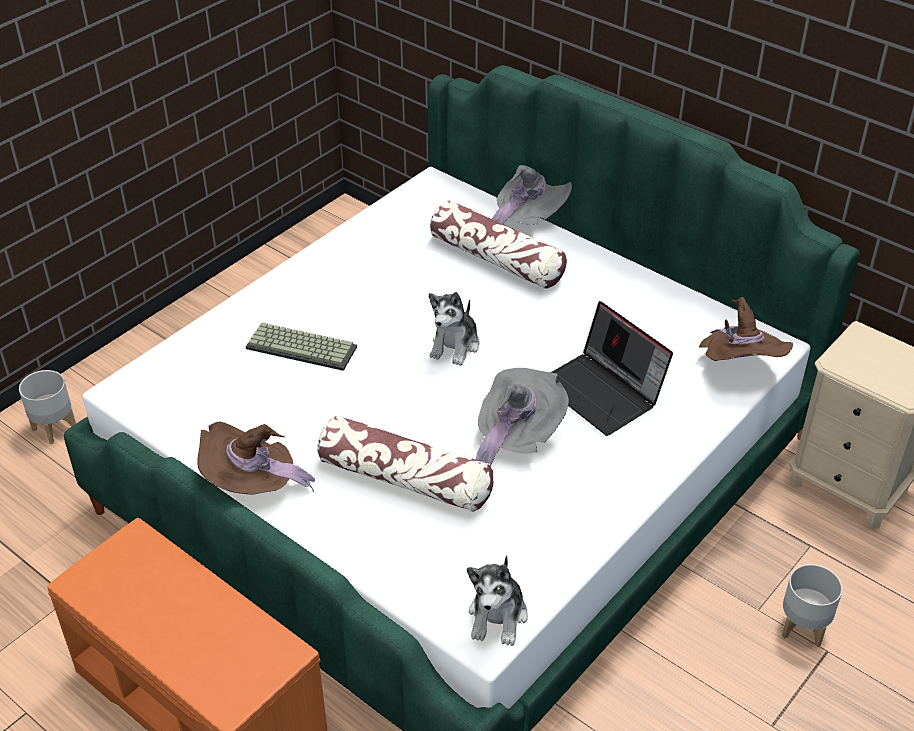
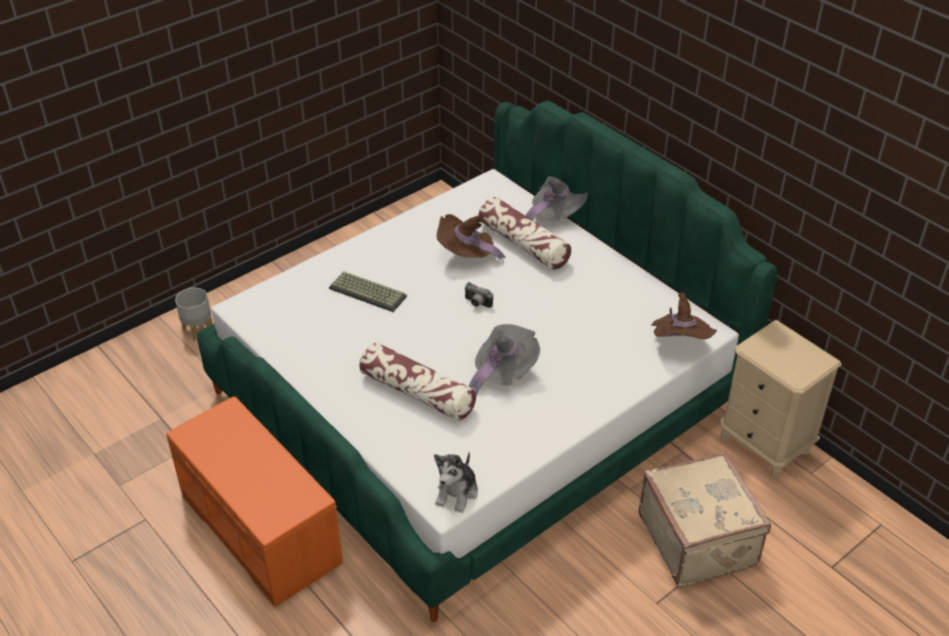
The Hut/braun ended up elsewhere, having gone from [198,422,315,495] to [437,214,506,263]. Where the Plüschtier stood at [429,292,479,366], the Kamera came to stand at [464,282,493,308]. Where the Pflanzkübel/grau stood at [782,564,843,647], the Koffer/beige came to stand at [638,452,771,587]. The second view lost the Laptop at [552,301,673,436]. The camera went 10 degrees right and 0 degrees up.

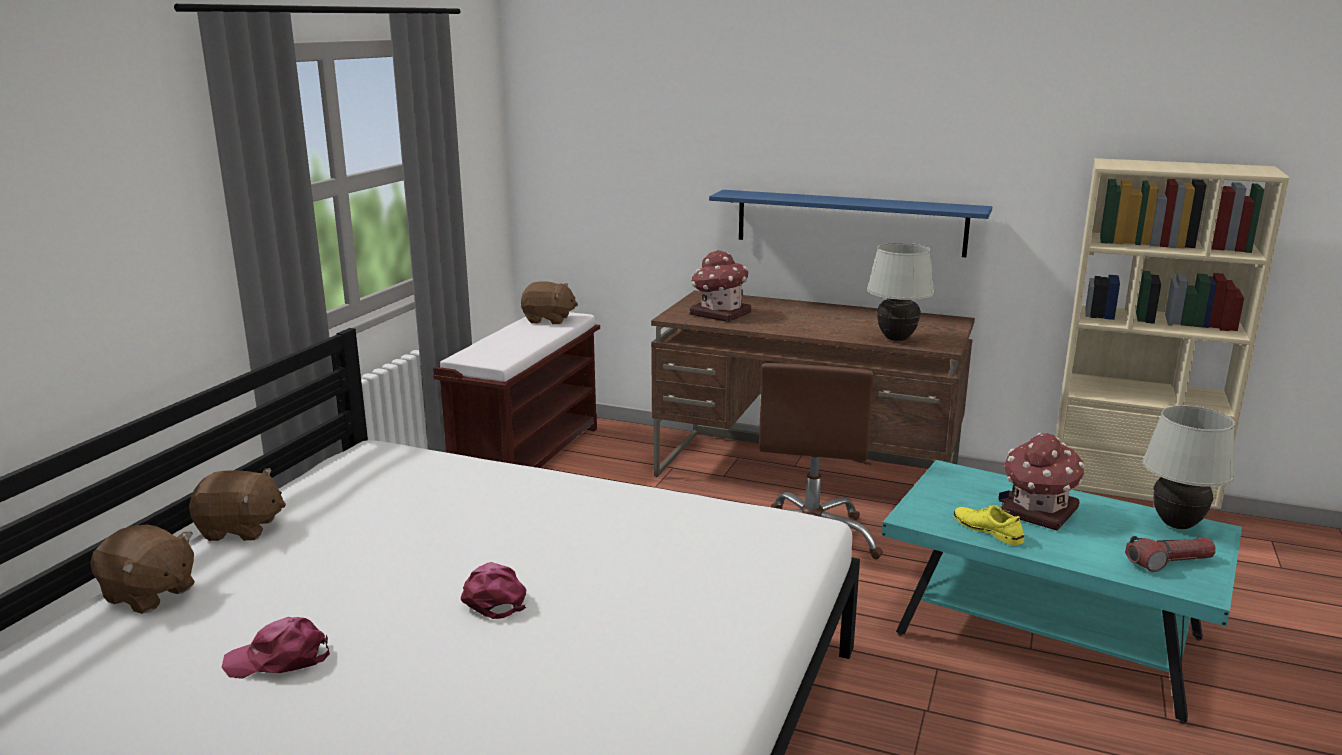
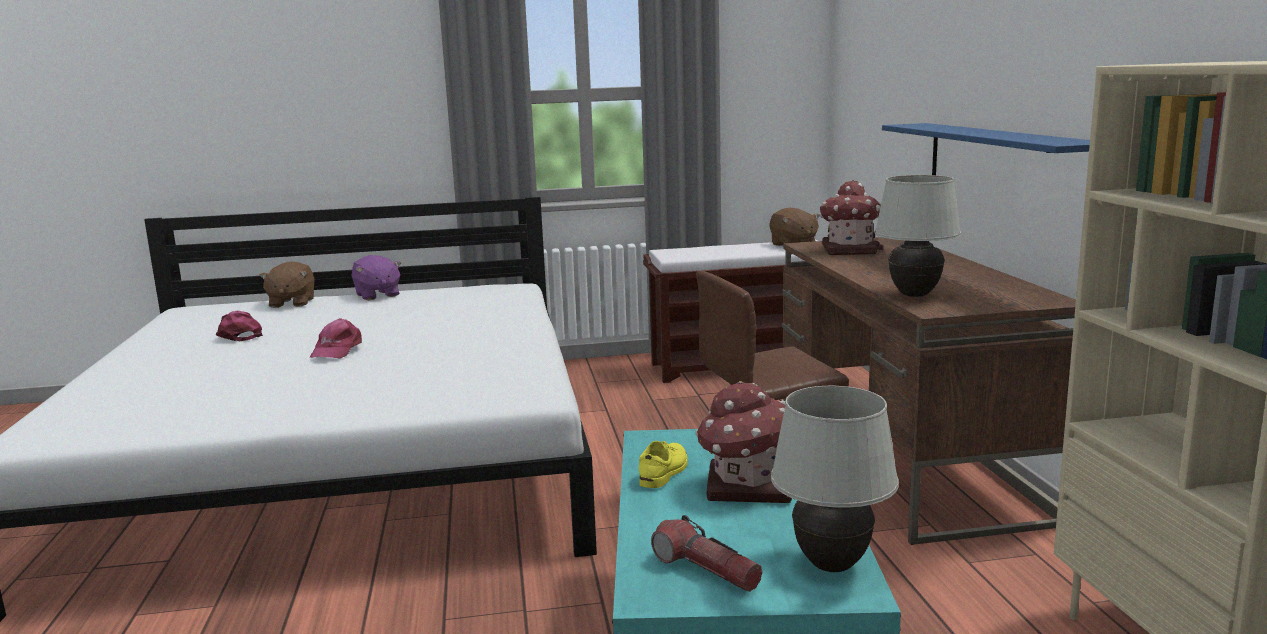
The Kappe/rosa at [461,562,526,619] ended up facing another way, 150 degrees clockwise from before. What was the Plüschtier/braun at [189,468,286,541] turned into the Plüschtier/lila at [352,255,402,300]. The camera went 60 degrees right and 5 degrees down.

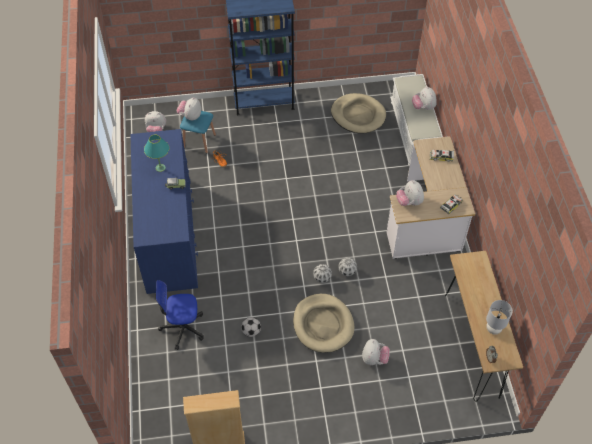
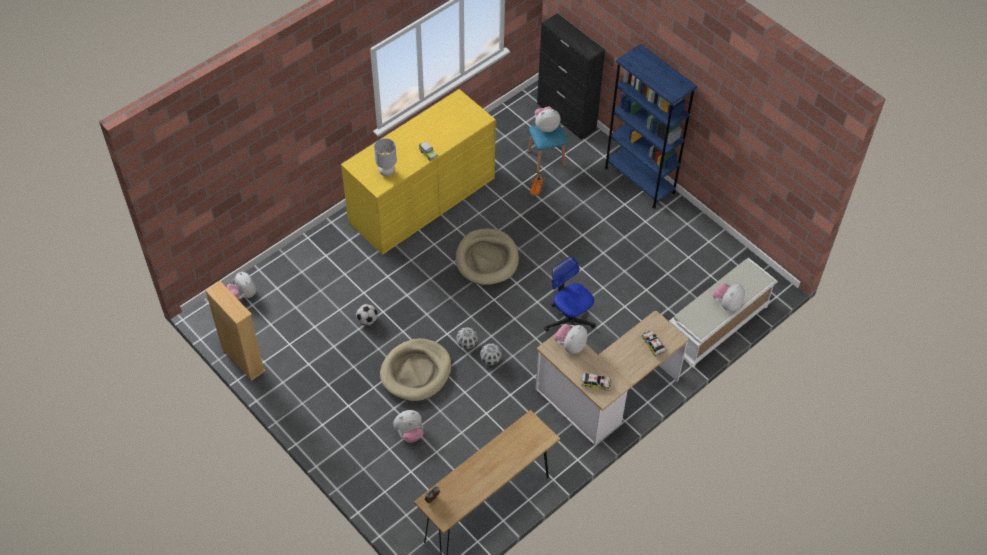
The Plüschtier ended up elsewhere, having gone from [145,111,166,132] to [226,272,256,299]. What was the Kommode/blau at [130,129,198,294] turned into the Kommode/gelb at [341,89,496,255]. The Tischlampe/grau ended up elsewhere, having gone from [486,300,513,335] to [374,138,397,177]. The Hundebett/beige ended up elsewhere, having gone from [331,93,386,133] to [456,228,519,286]. The second view gained the Schrank/schwarz at [537,13,605,140]. The Bürostuhl ended up elsewhere, having gone from [156,280,204,350] to [544,256,596,332]. The second view lost the Tischlampe/türkis at [144,135,170,172]. The camera went 55 degrees right and 0 degrees up.

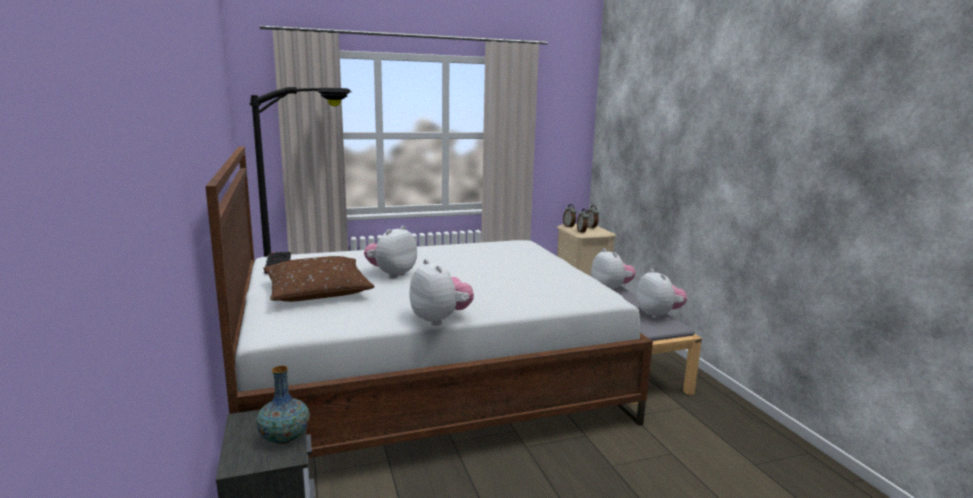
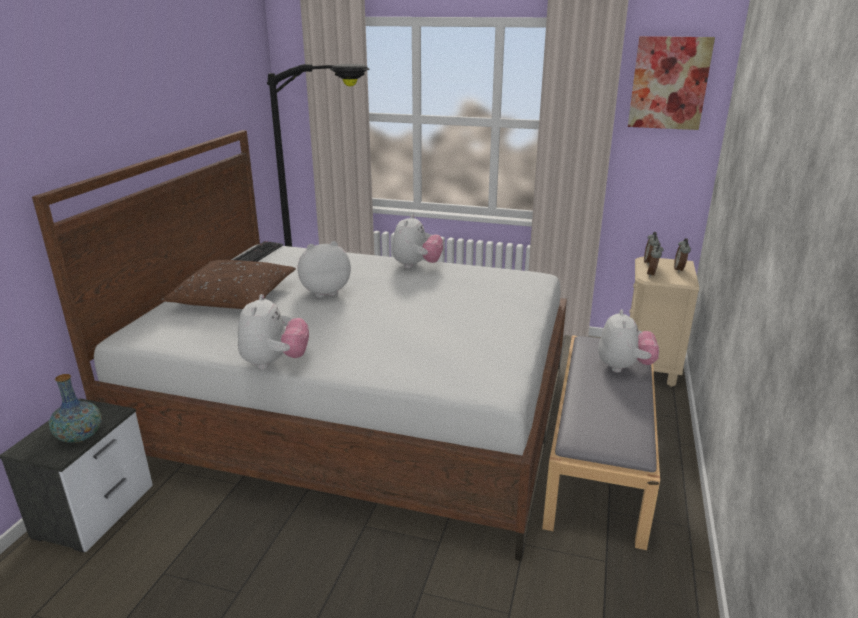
The Plüschtier ended up elsewhere, having gone from [636,269,687,319] to [392,214,443,269]. The second view gained the Bild at [628,36,715,130]. The camera went 35 degrees right and 10 degrees up.

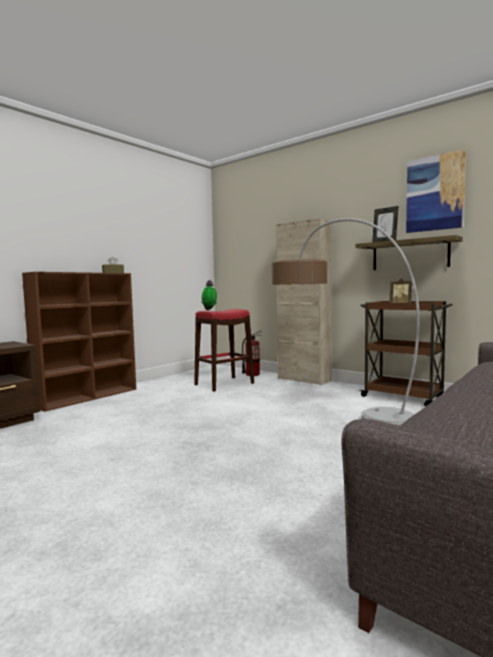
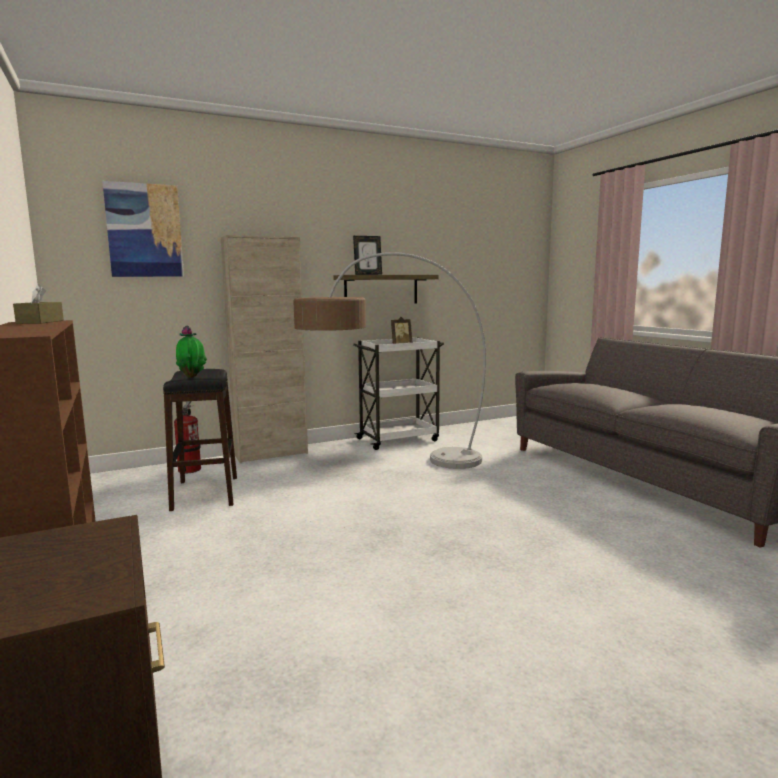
The Bild ended up elsewhere, having gone from [406,149,466,233] to [102,181,184,277]. What was the Hocker/rot at [194,309,254,392] turned into the Hocker/schwarz at [163,369,237,511]. What was the Rollwagen/braun at [359,301,453,406] turned into the Rollwagen/weiß at [353,337,444,450]. The camera went 65 degrees left and 5 degrees up.

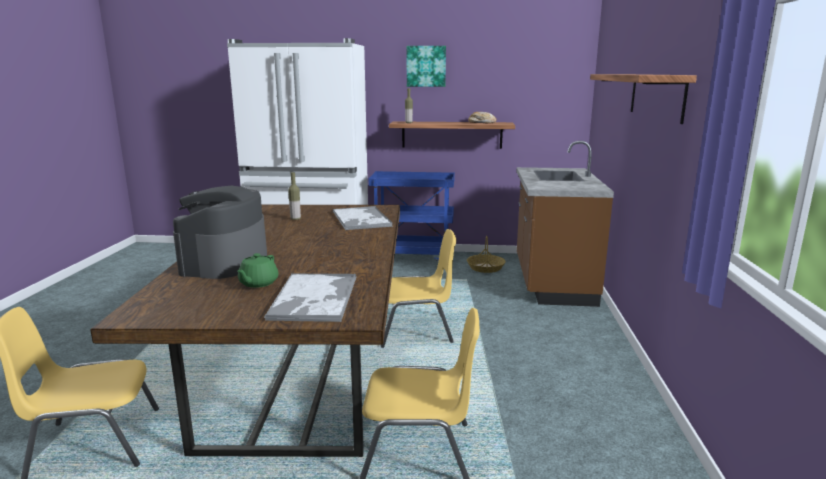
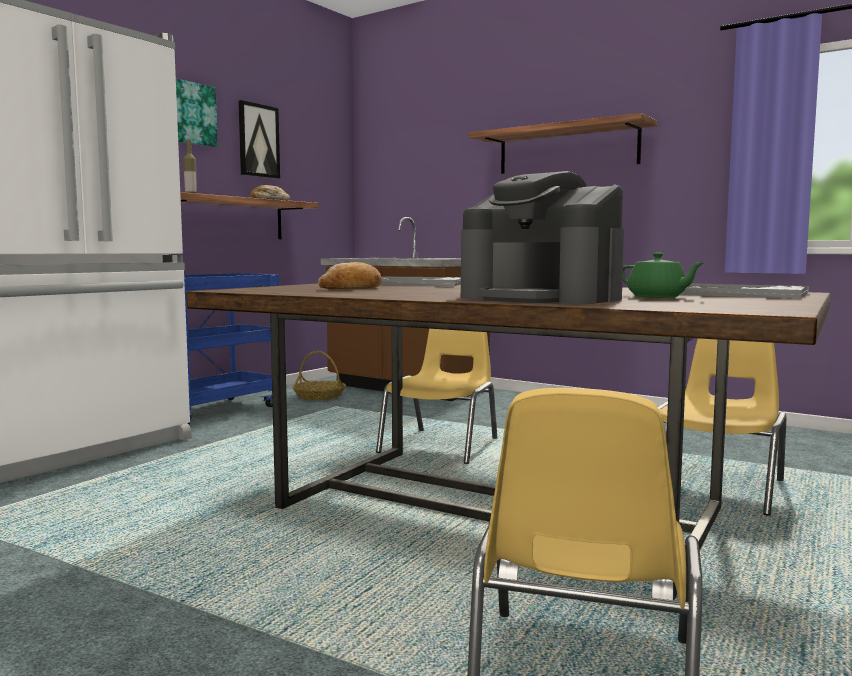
The second view gained the Bild at [238,100,280,179]. Where the Flasche stood at [288,172,301,220], the Brot came to stand at [318,262,382,289]. The camera went 60 degrees left and 10 degrees down.

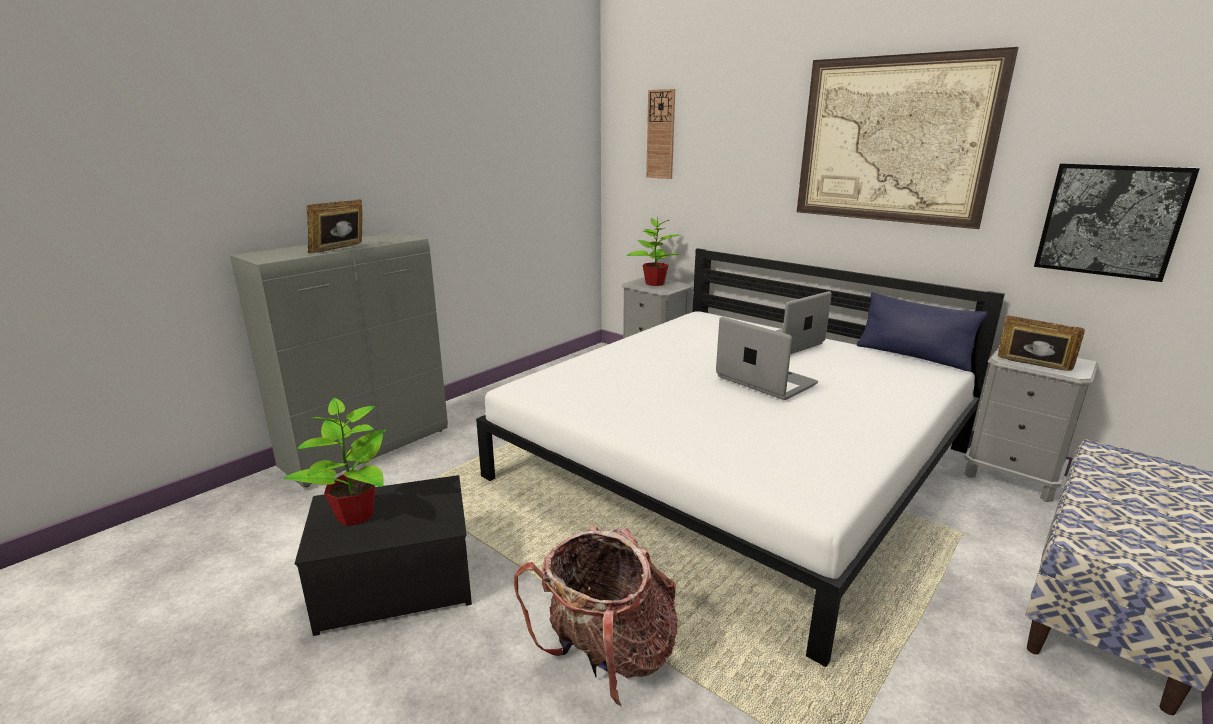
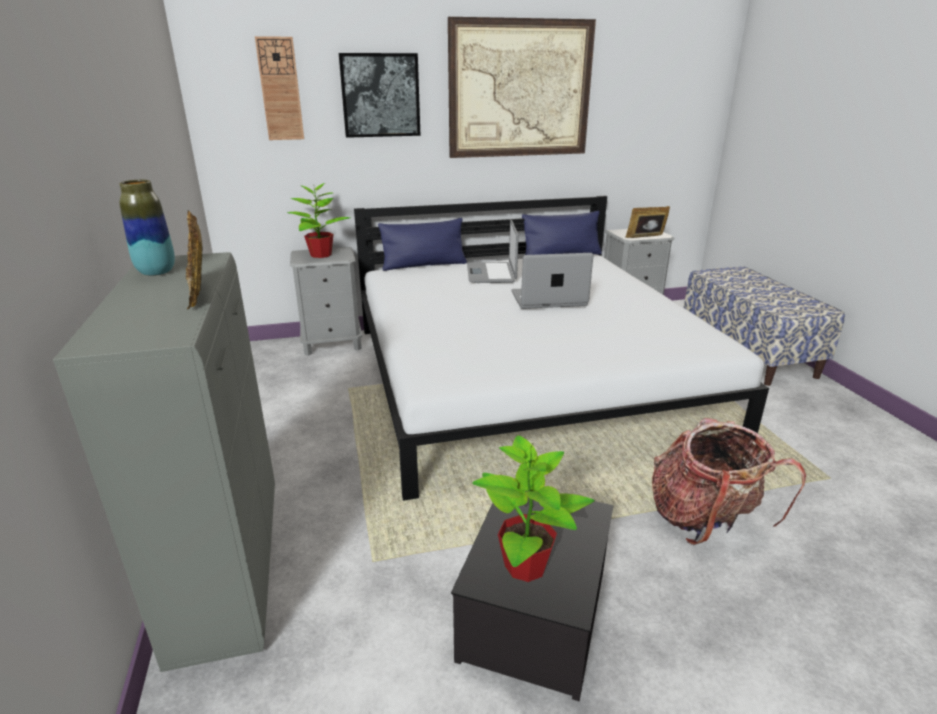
The second view gained the Vase at [119,180,175,276]. The Bild ended up elsewhere, having gone from [1034,163,1200,282] to [339,53,421,138]. The second view gained the Kissen/blau at [378,218,467,271]. The camera went 55 degrees left and 5 degrees up.

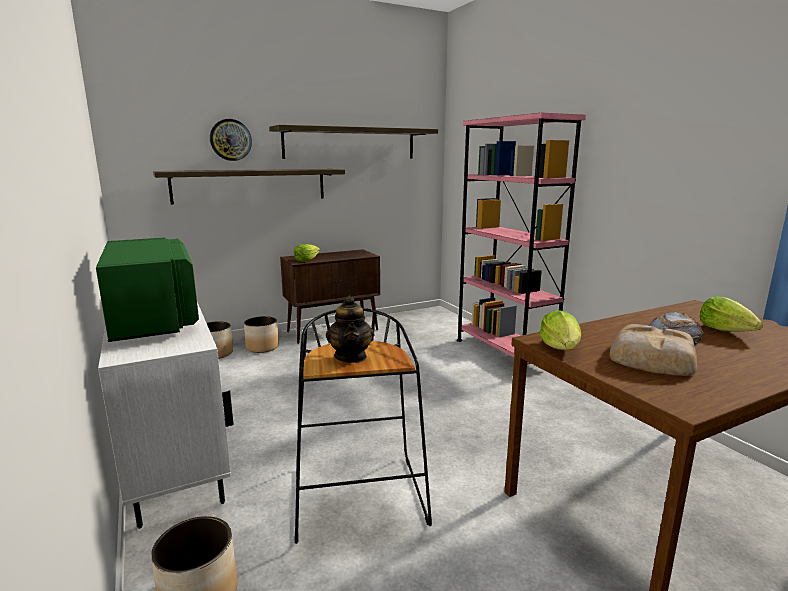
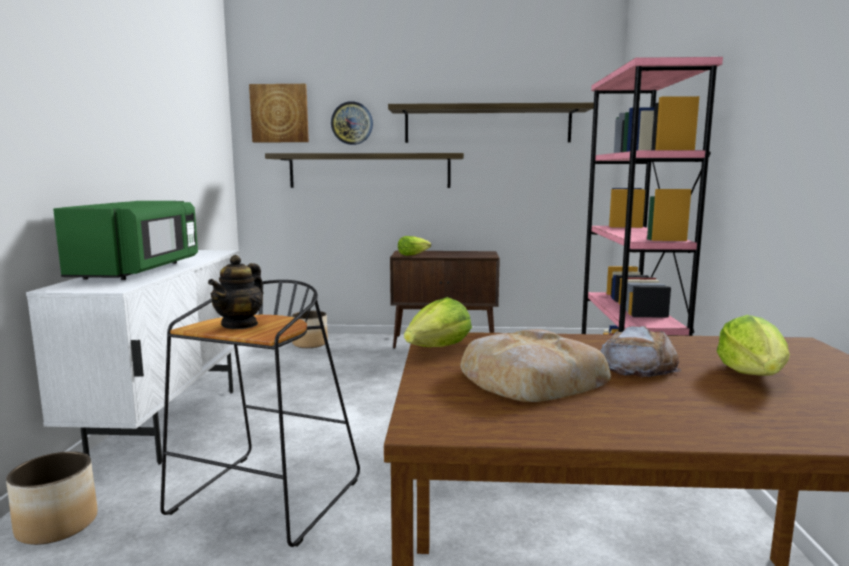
The second view gained the Bild at [249,84,309,142]. The second view lost the Pflanzkübel at [244,316,279,353]. The camera went 30 degrees right and 5 degrees down.

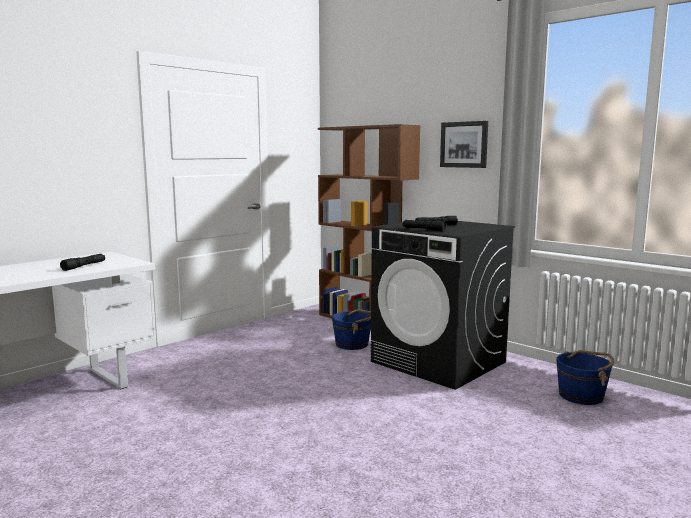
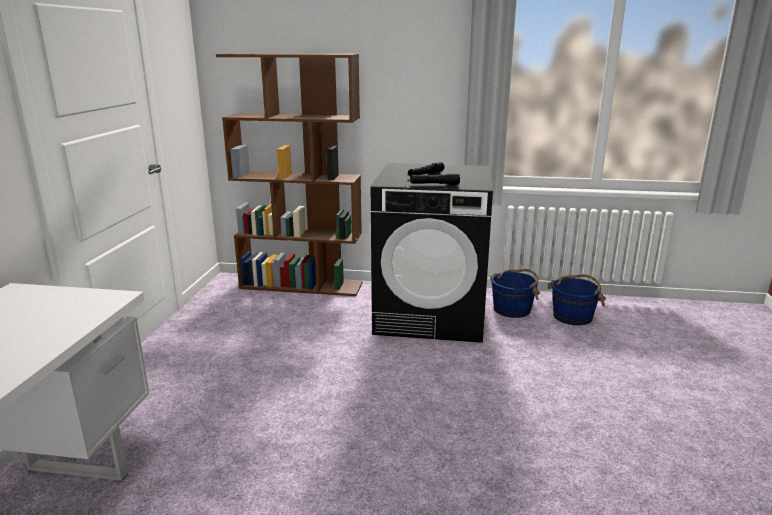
The Eimer/blau ended up elsewhere, having gone from [332,309,371,350] to [490,269,540,318]. The second view lost the Taschenlampe/schwarz at [60,254,105,271]. The second view lost the Bild at [440,121,488,168]. The camera went 35 degrees left and 10 degrees up.

